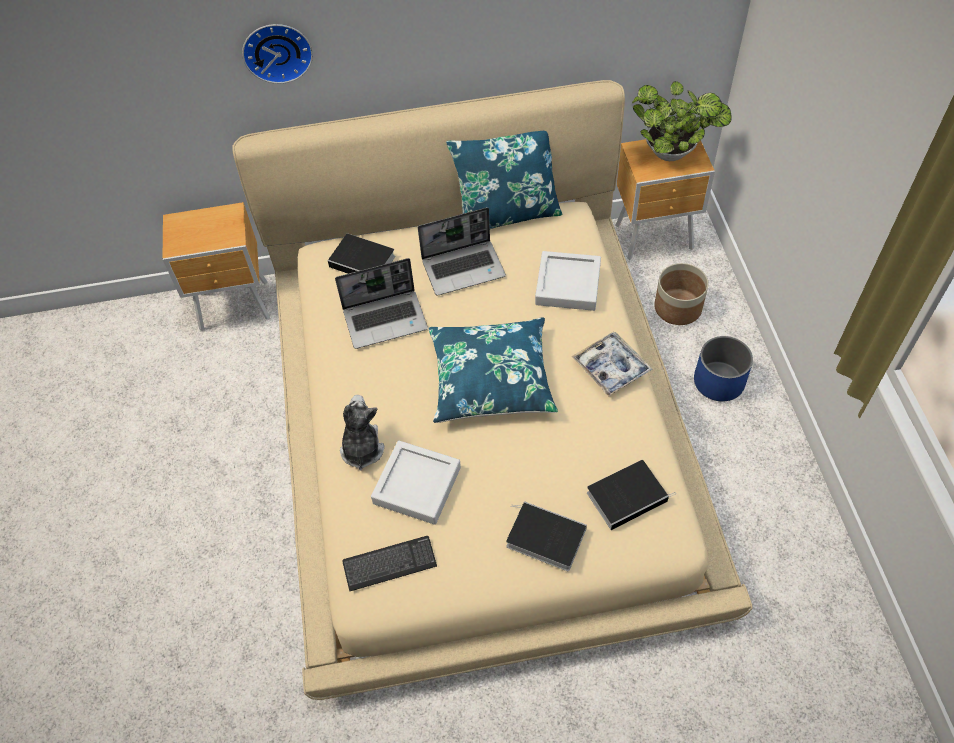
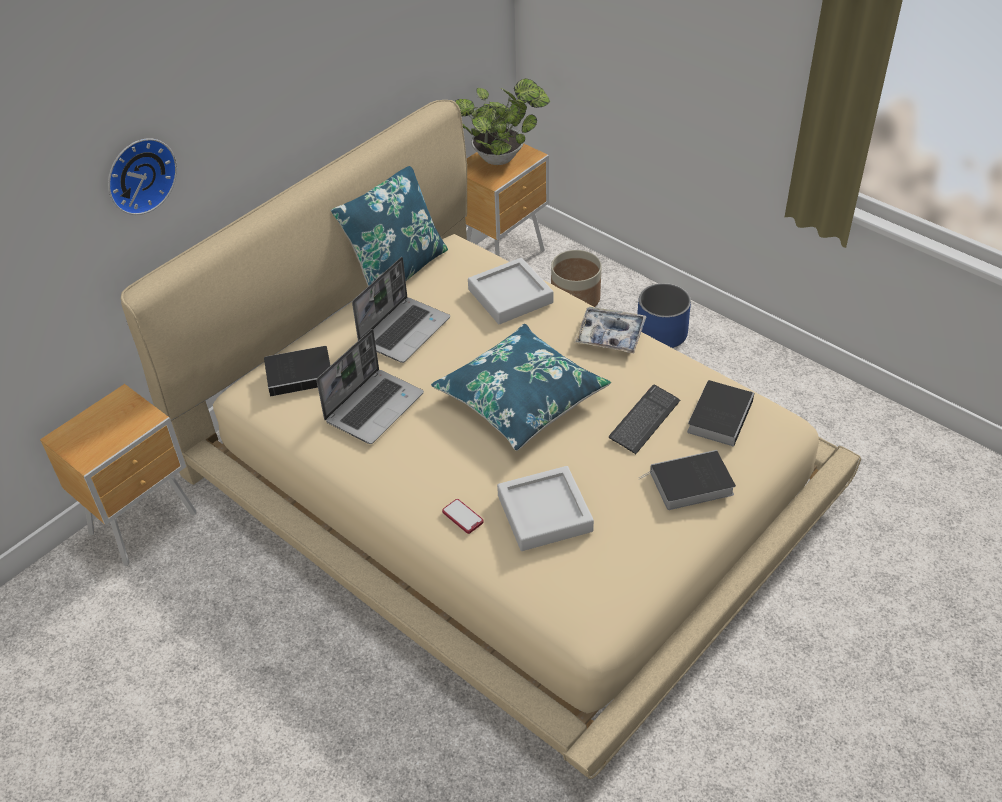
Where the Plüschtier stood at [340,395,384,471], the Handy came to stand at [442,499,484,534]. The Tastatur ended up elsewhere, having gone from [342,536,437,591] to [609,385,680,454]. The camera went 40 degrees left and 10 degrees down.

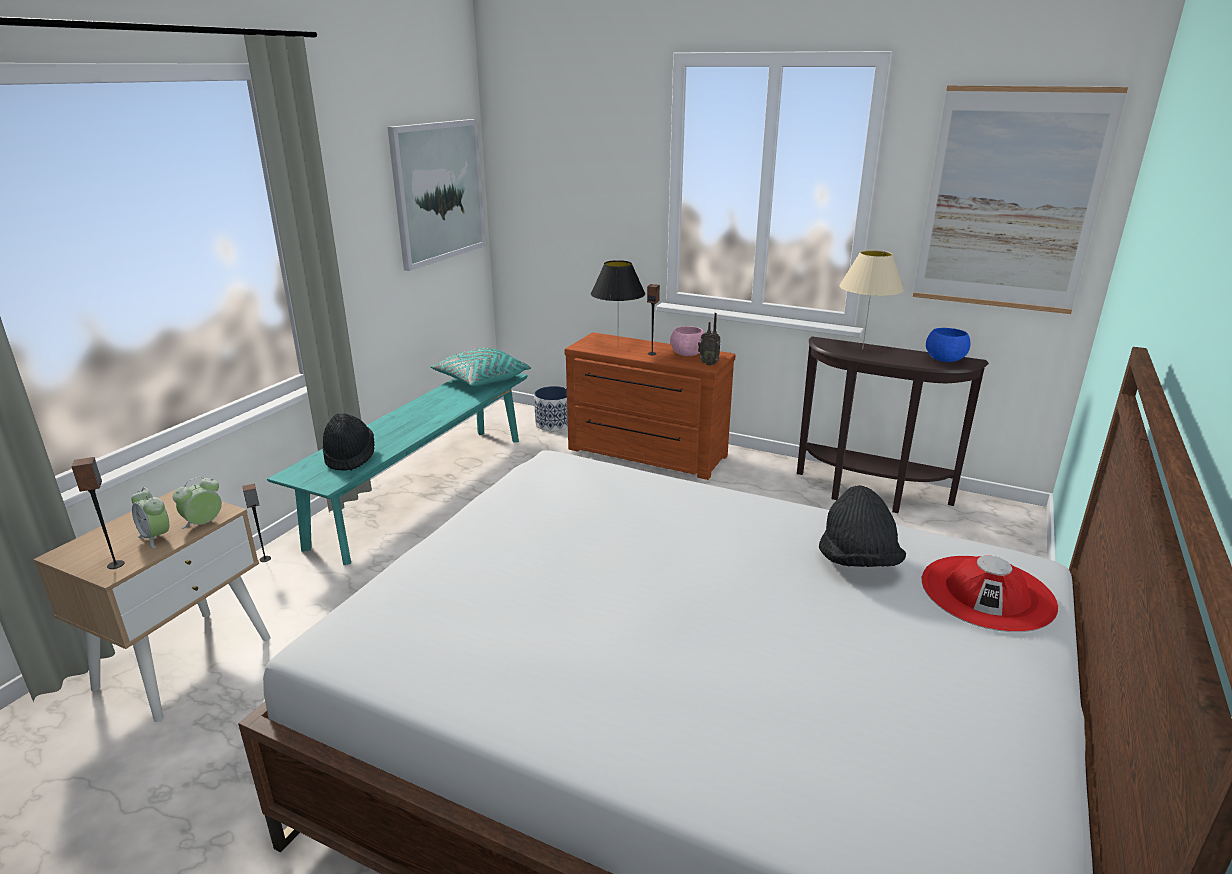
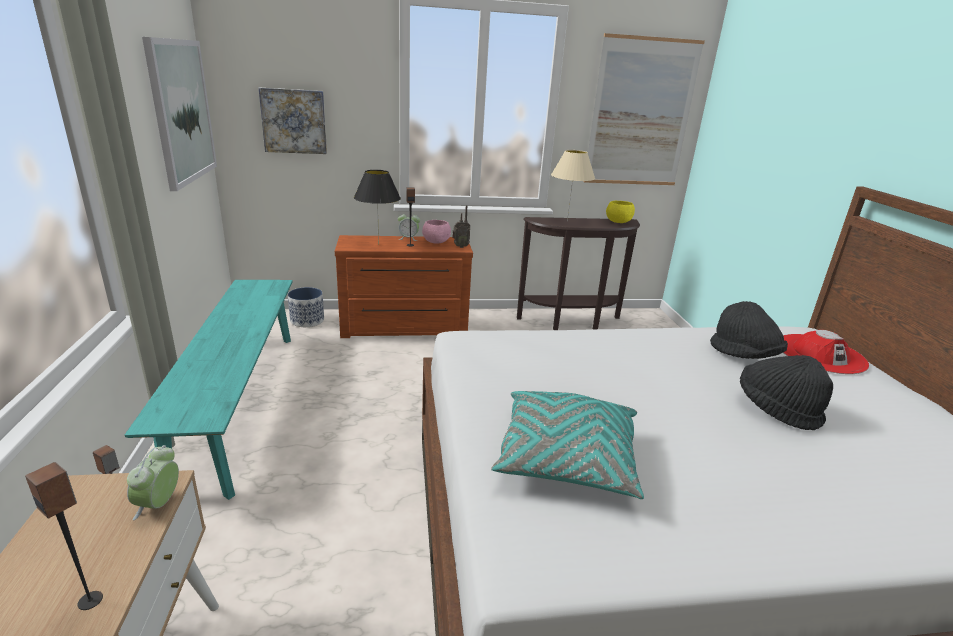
The second view gained the Bild at [258,88,327,154]. The Wecker ended up elsewhere, having gone from [131,487,169,548] to [398,211,420,241]. The Kissen/türkis ended up elsewhere, having gone from [430,348,531,387] to [491,391,644,499]. What was the Schüssel/blau at [926,328,970,362] turned into the Schüssel/gelb at [606,201,635,223]. The Hut/schwarz ended up elsewhere, having gone from [323,413,374,471] to [740,355,833,430]. The camera went 35 degrees left and 0 degrees up.

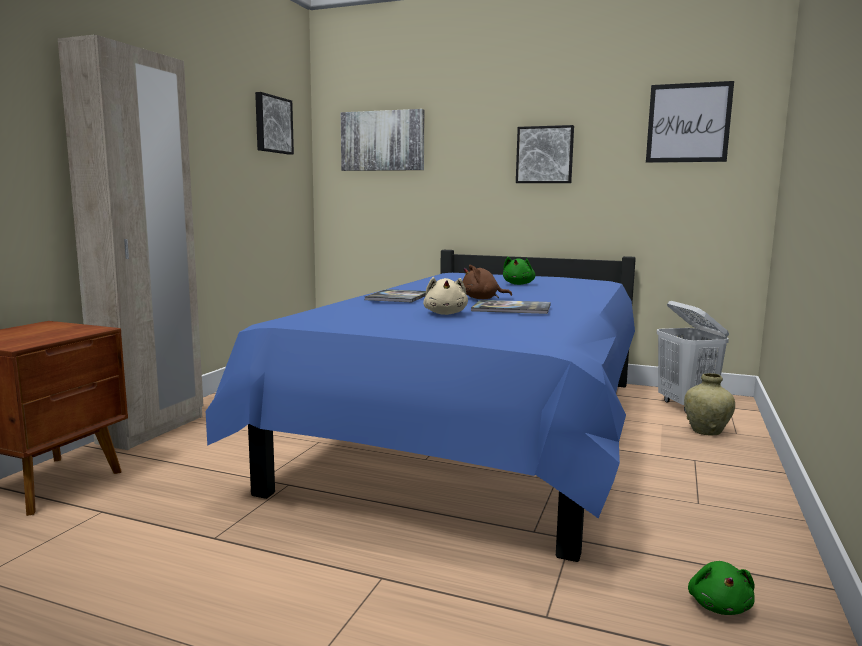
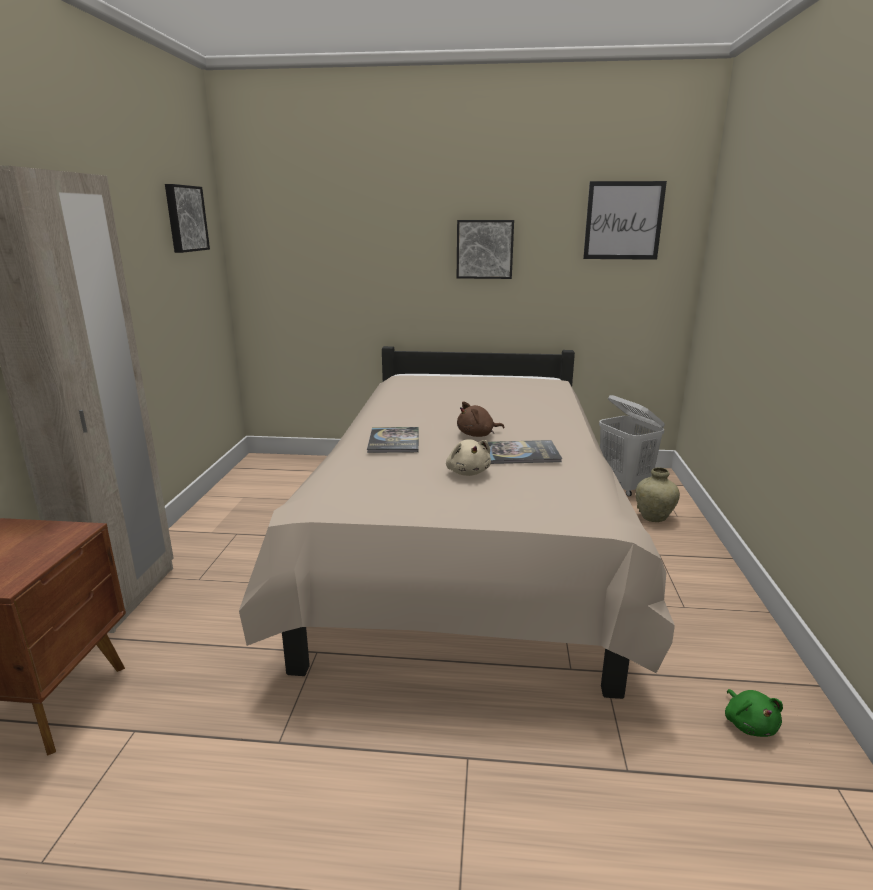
What was the Bett/blau at [206,250,636,562] turned into the Bett/beige at [239,346,675,699]. The second view lost the Bild at [341,109,425,171]. The second view lost the Plüschtier/grün at [503,257,536,285]. The camera went 15 degrees left and 10 degrees up.

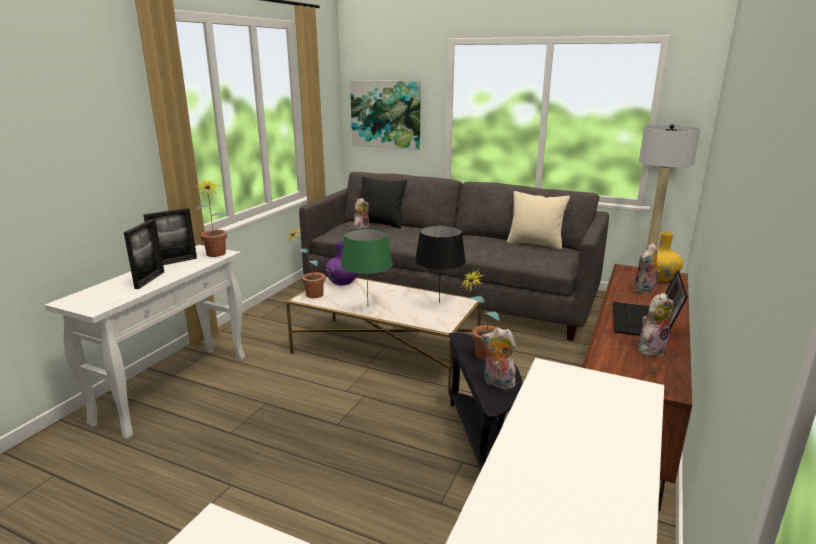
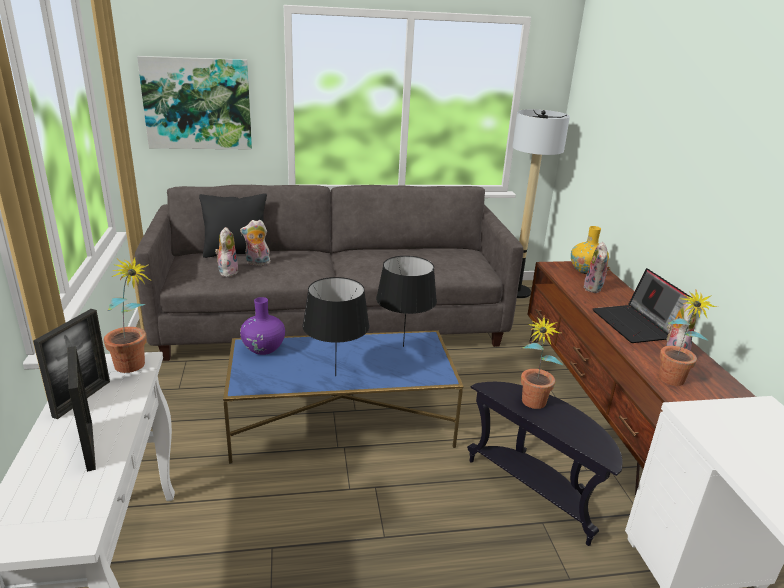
What was the Couchtisch/weiß at [286,276,481,393] turned into the Couchtisch/blau at [223,330,463,464]. The Plüschtier ended up elsewhere, having gone from [482,327,516,389] to [240,220,270,267]. What was the Tischlampe/grün at [341,228,393,302] turned into the Tischlampe/schwarz at [302,277,369,376]. The Topfpflanze ended up elsewhere, having gone from [286,227,325,298] to [659,290,718,386]. The second view lost the Kissen/beige at [507,191,570,250]. The camera went 35 degrees left and 5 degrees up.

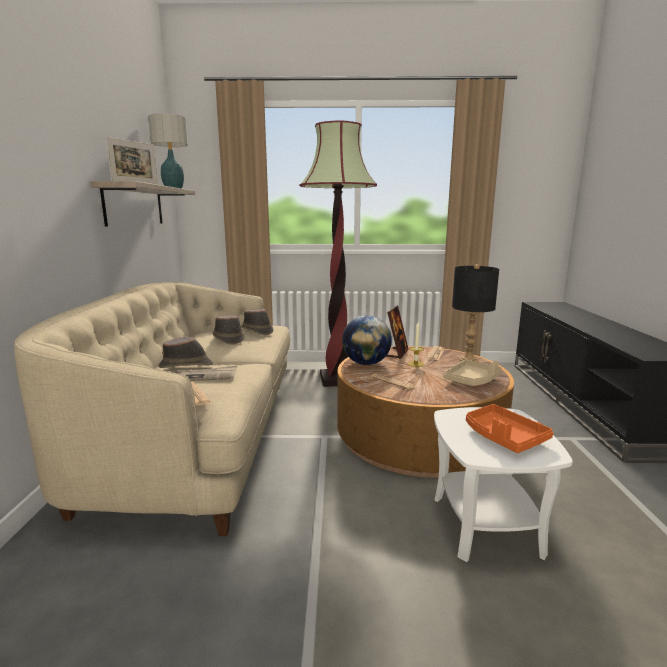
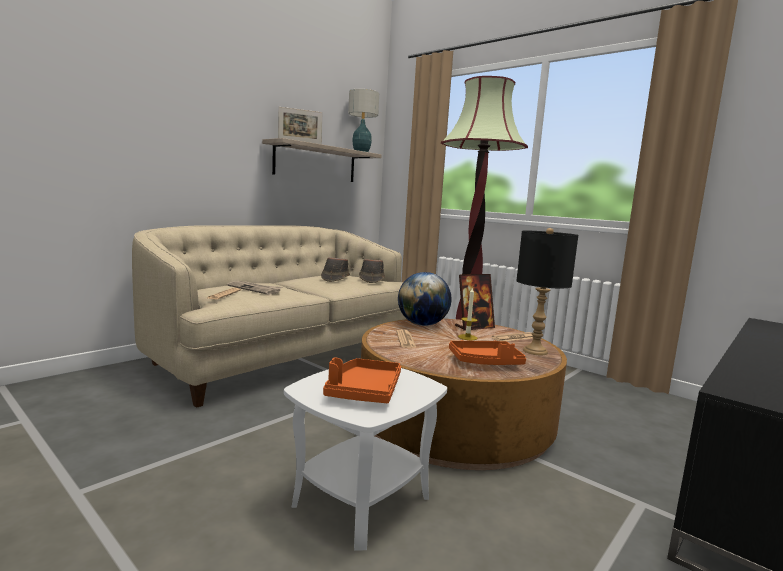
What was the Tablett/beige at [444,360,502,386] turned into the Tablett/orange at [449,340,526,365]. The second view lost the Hut/braun at [158,337,213,368]. The camera went 40 degrees right and 5 degrees down.

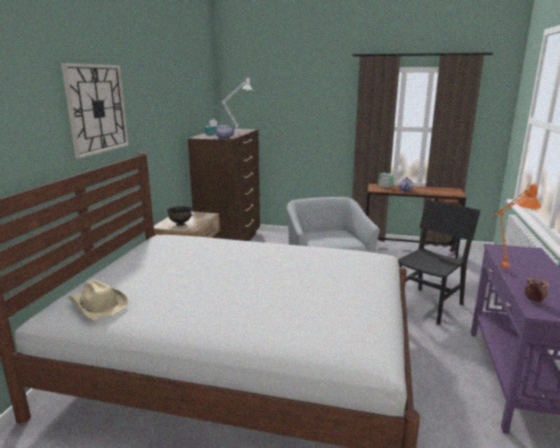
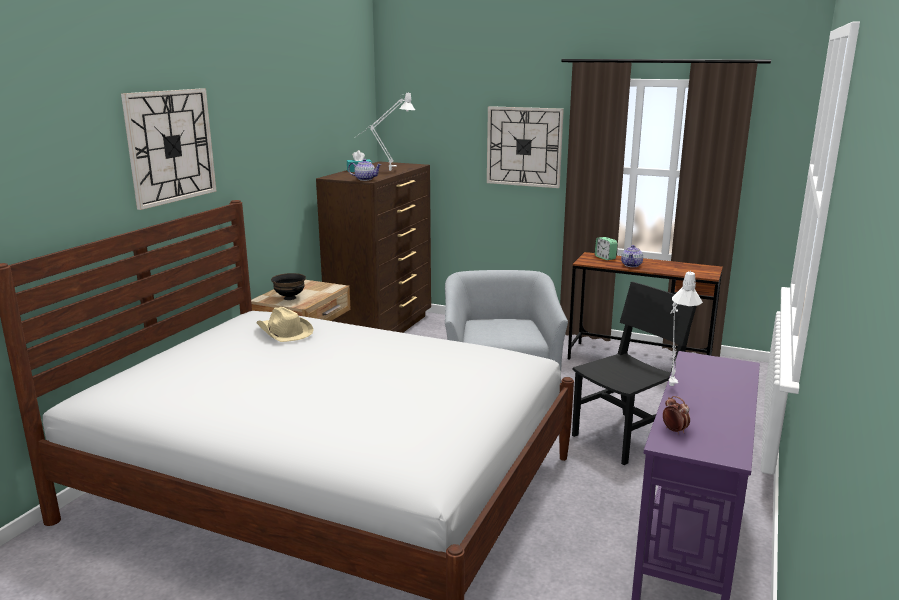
The Hut/beige ended up elsewhere, having gone from [68,280,128,320] to [256,307,314,342]. The second view gained the Wanduhr at [487,106,564,188]. What was the Tischlampe/orange at [490,183,541,271] turned into the Tischlampe/weiß at [669,271,703,390]. The camera went 10 degrees right and 0 degrees up.

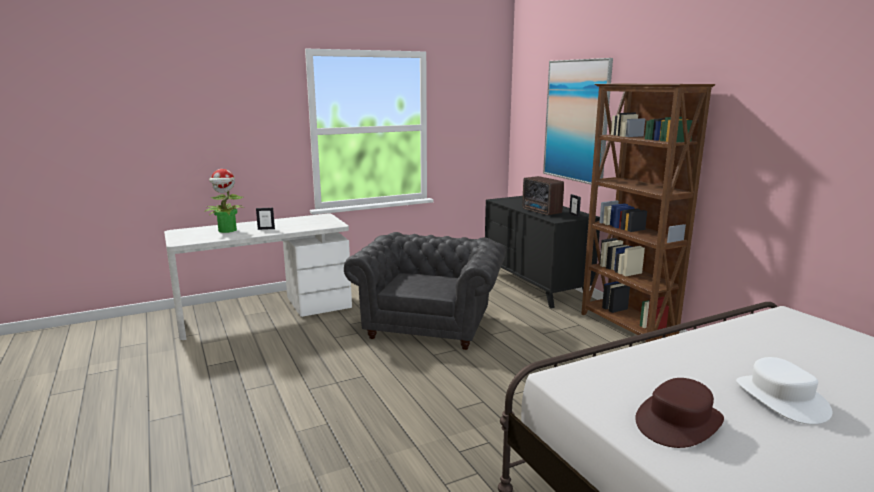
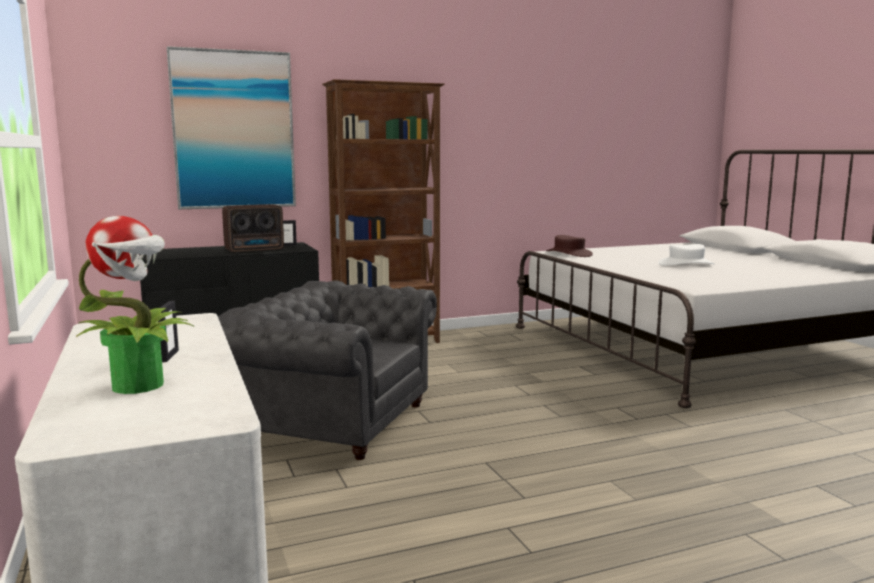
The Hut/braun ended up elsewhere, having gone from [635,378,724,448] to [546,235,593,257]. The camera went 85 degrees left and 5 degrees down.

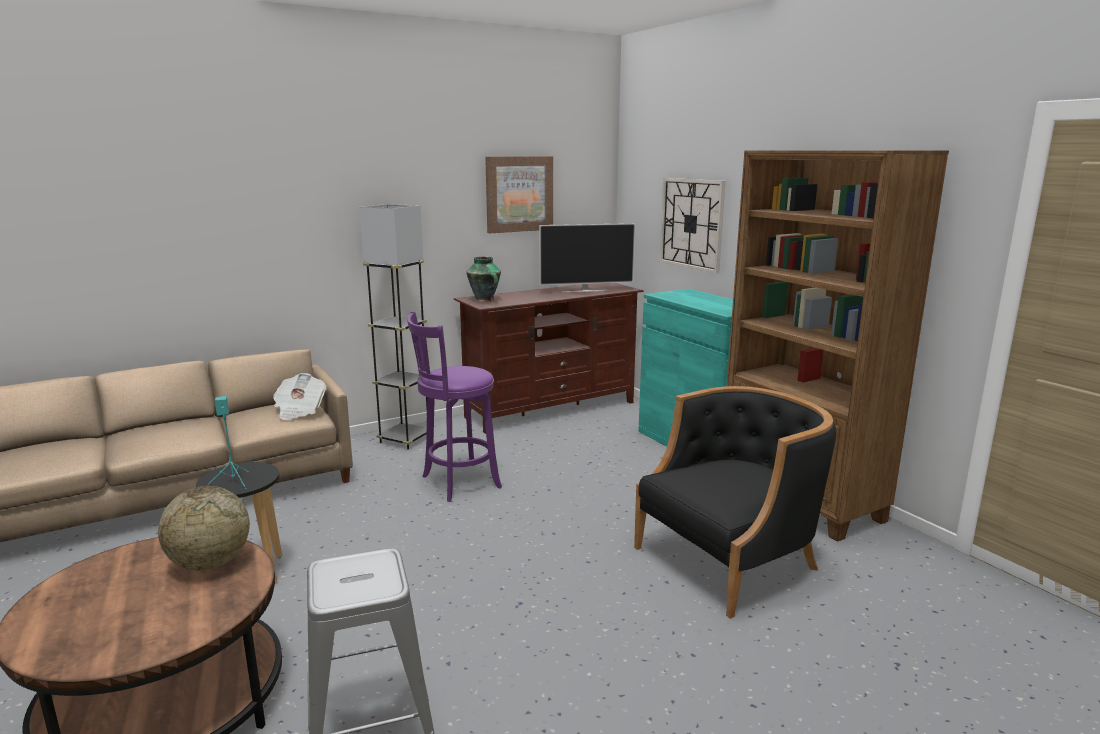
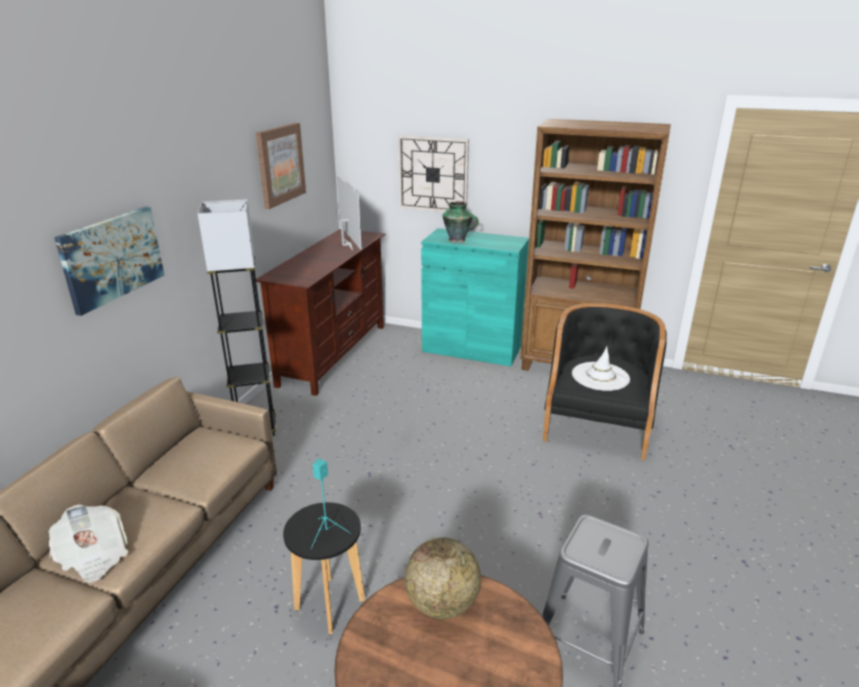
The Zeitung ended up elsewhere, having gone from [273,373,327,420] to [49,504,129,583]. The second view gained the Bild at [54,206,165,316]. The Fernseher at [539,223,635,292] ended up facing another way, 60 degrees counterclockwise from before. The Vase ended up elsewhere, having gone from [466,257,501,302] to [443,201,478,243]. The second view gained the Hut/weiß at [572,346,630,391]. The second view lost the Hocker/lila at [407,311,502,502]. The camera went 40 degrees left and 10 degrees up.

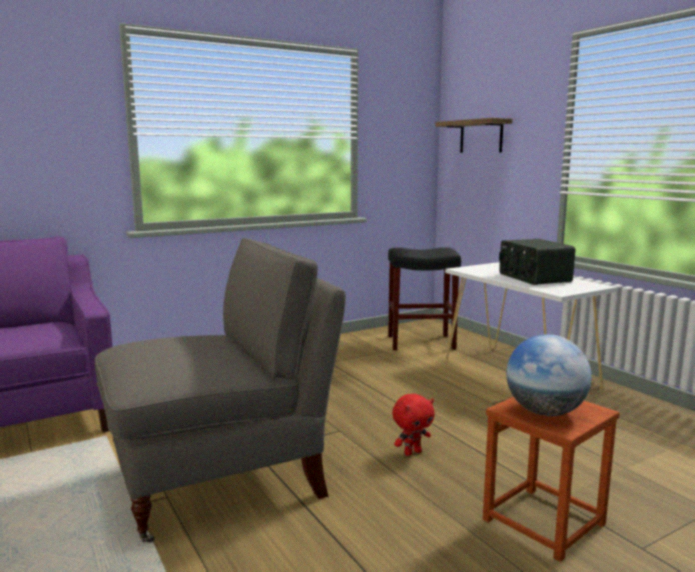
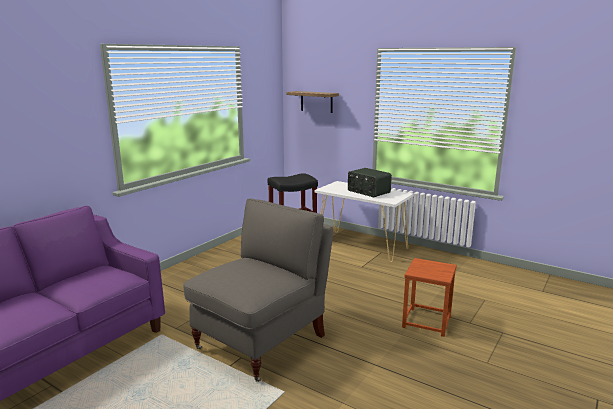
The second view lost the Plüschtier/rot at [392,394,435,456]. The second view lost the Globus at [506,334,592,416]. The camera went 25 degrees left and 5 degrees up.

